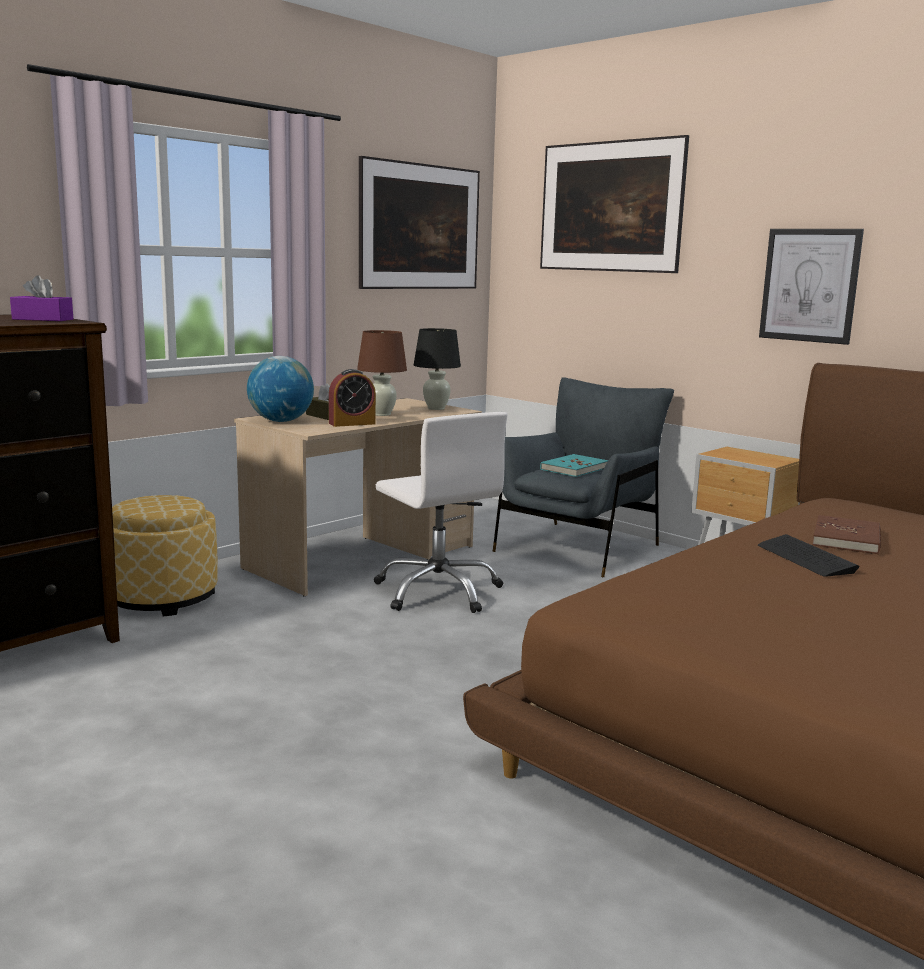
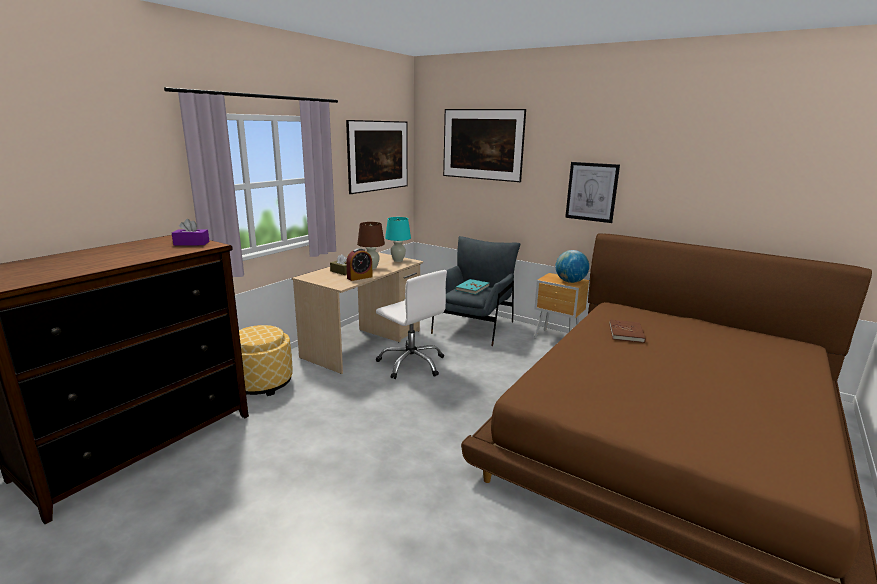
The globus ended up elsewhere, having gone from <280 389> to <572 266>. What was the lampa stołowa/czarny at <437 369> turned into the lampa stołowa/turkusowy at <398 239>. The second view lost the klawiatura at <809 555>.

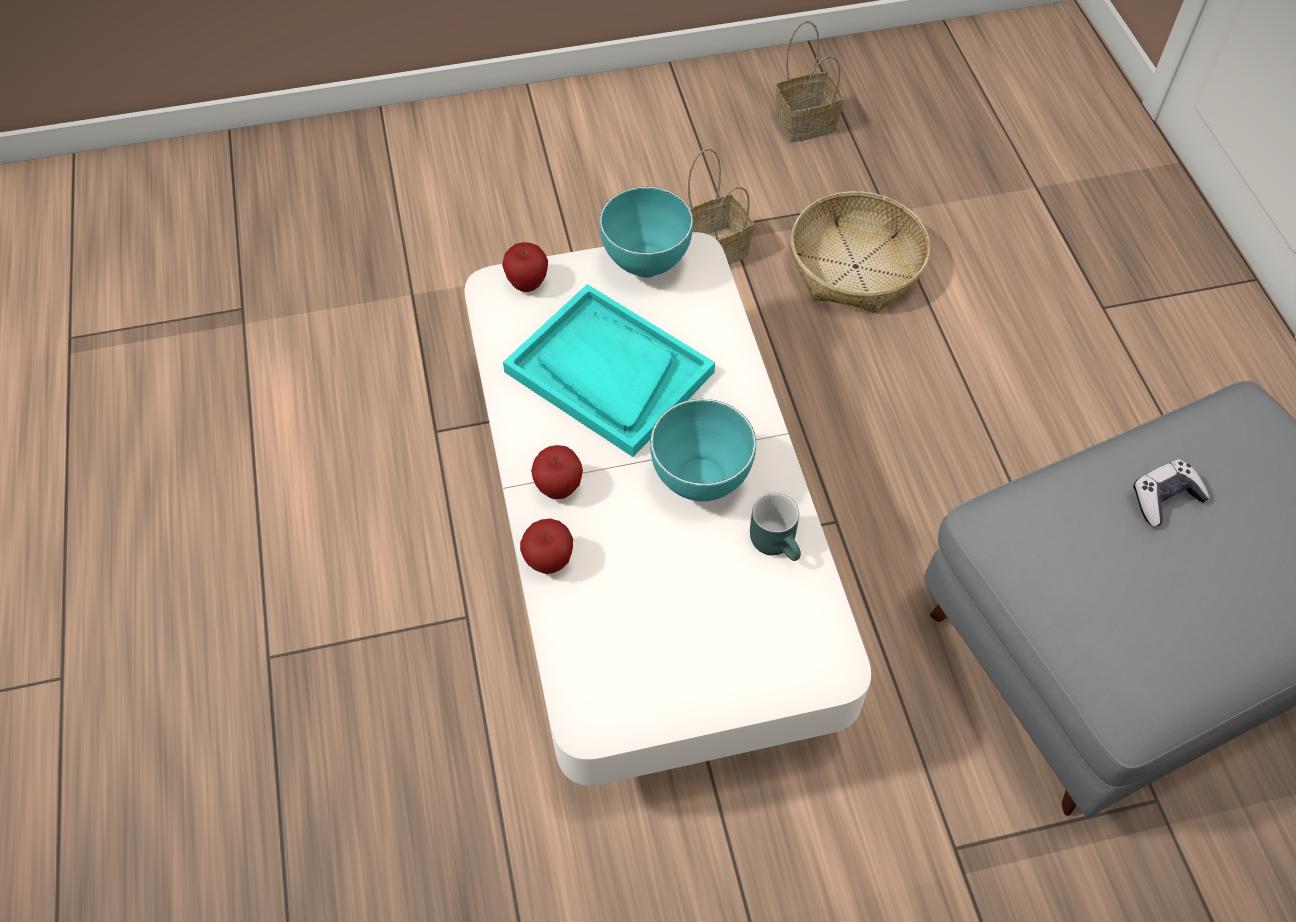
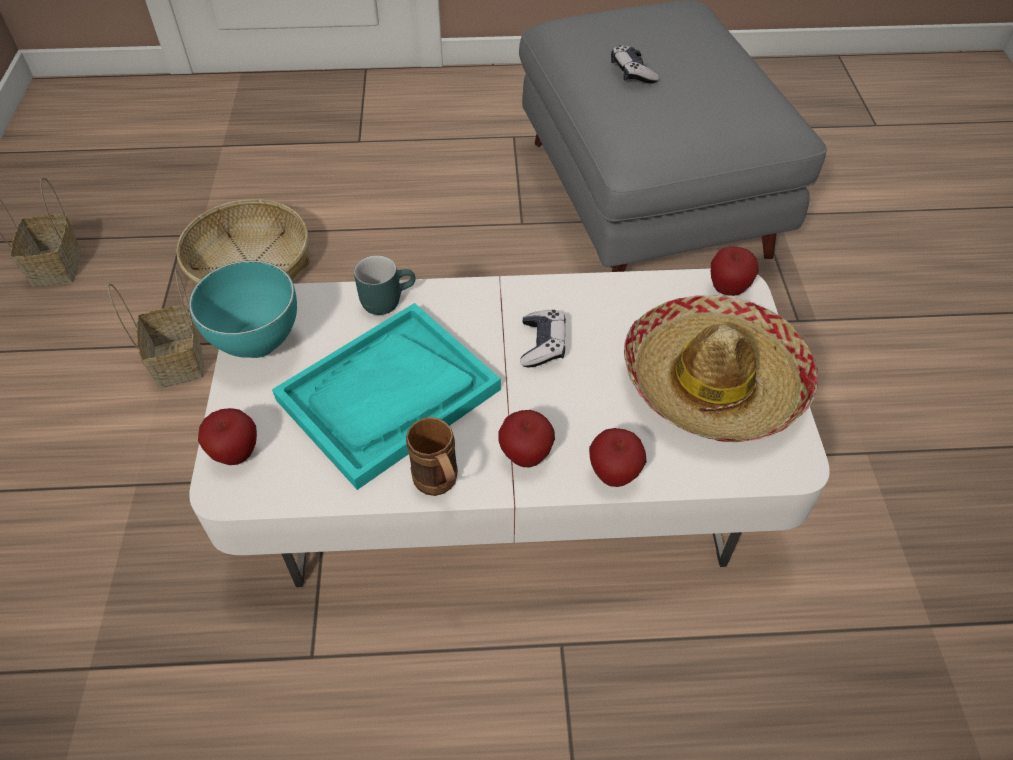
Where the miska/turkusowy stood at <703 450>, the pad do gier came to stand at <543 339>. The kubek/turkusowy ended up elsewhere, having gone from <775 527> to <384 285>. The second view gained the kubek/brązowy at <432 456>. The second view gained the kapelusz at <721 368>. The second view gained the jabłko at <735 271>.

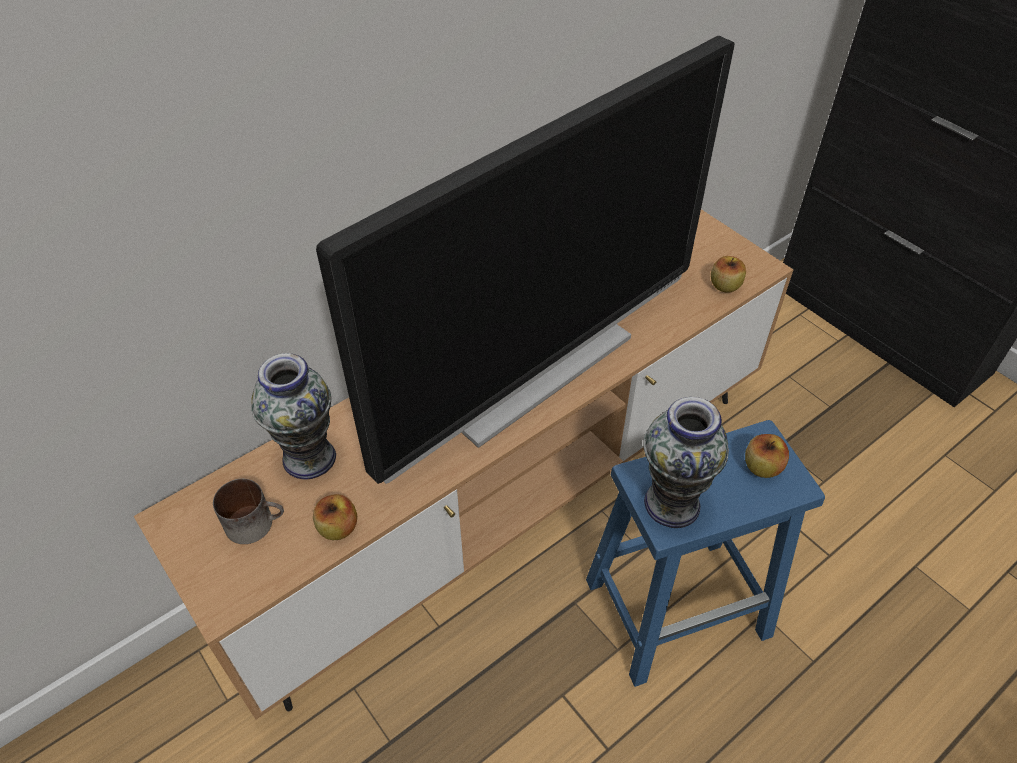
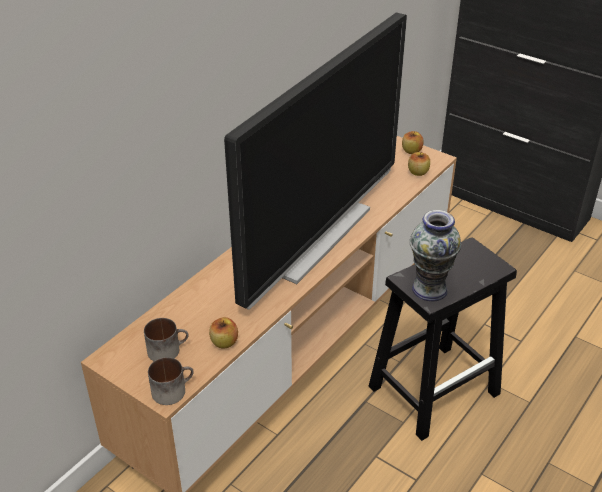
The second view lost the wazon at <293 416>. What was the stołek/niebieski at <705 553> turned into the stołek/czarny at <443 339>. The jabłko ended up elsewhere, having gone from <767 456> to <412 142>. The second view gained the kubek at <171 381>.

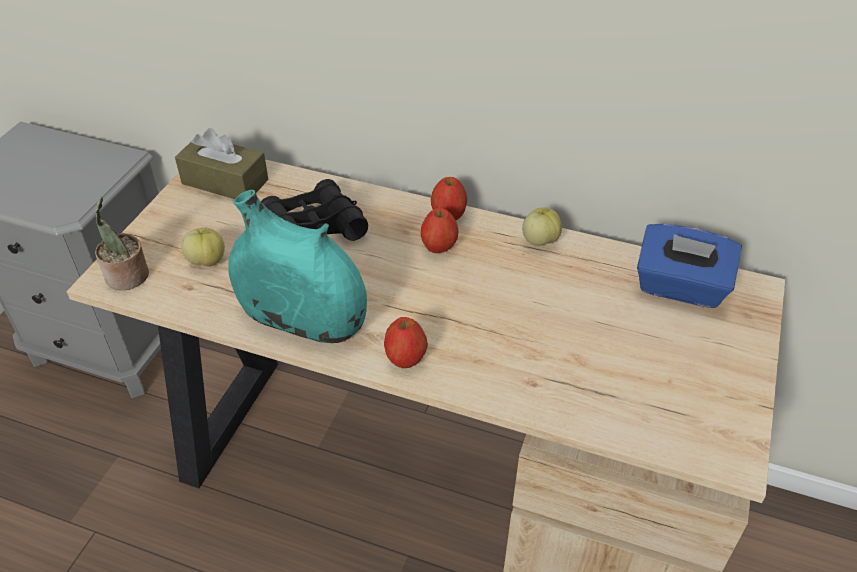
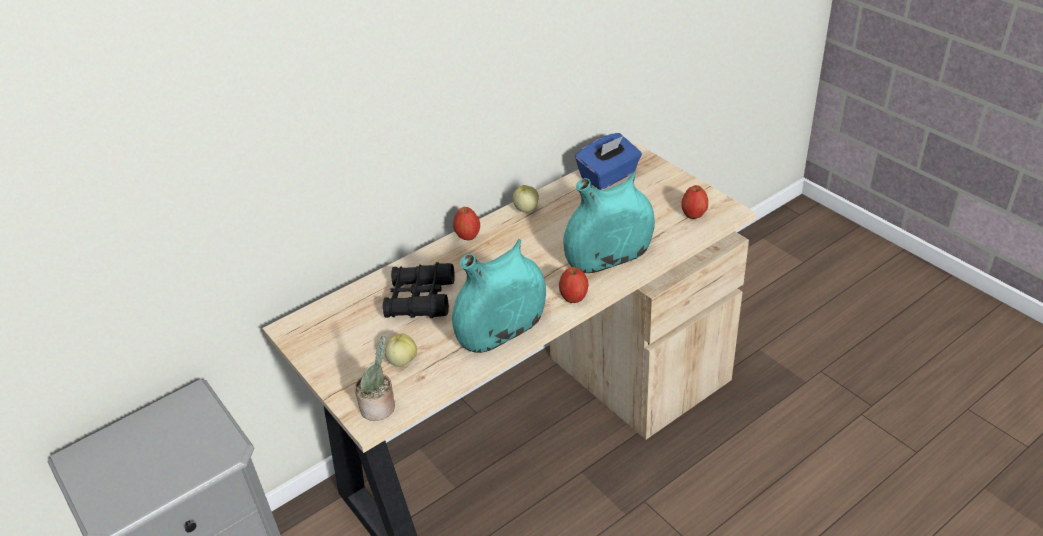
The second view lost the pudełko chusteczek/brązowy at <222 163>. The jabłko ended up elsewhere, having gone from <440 230> to <694 202>. The second view gained the wazon/turkusowy at <609 222>.

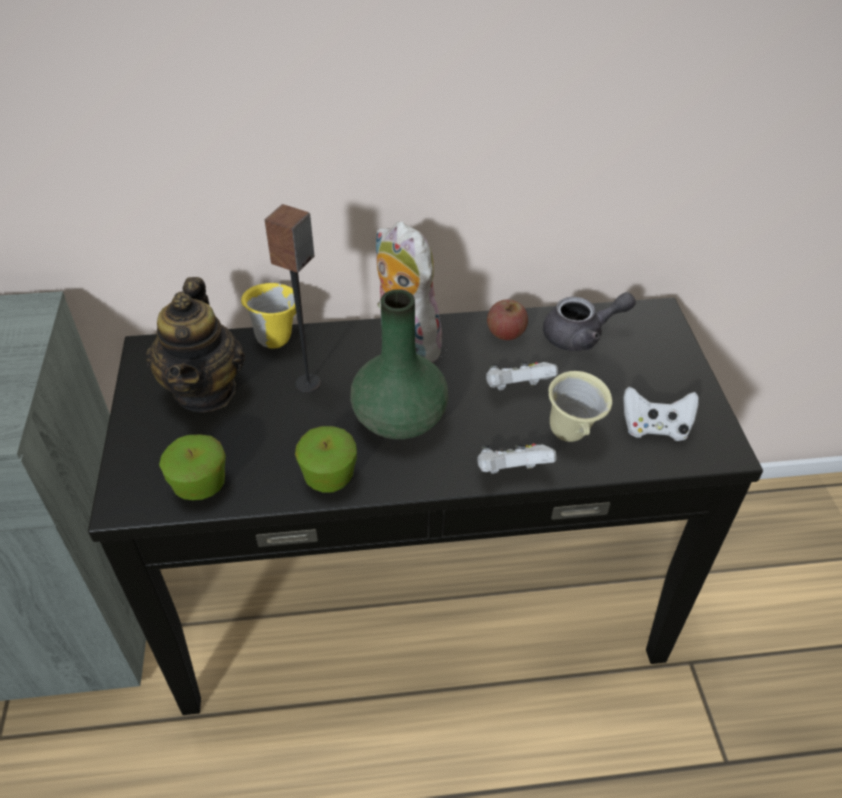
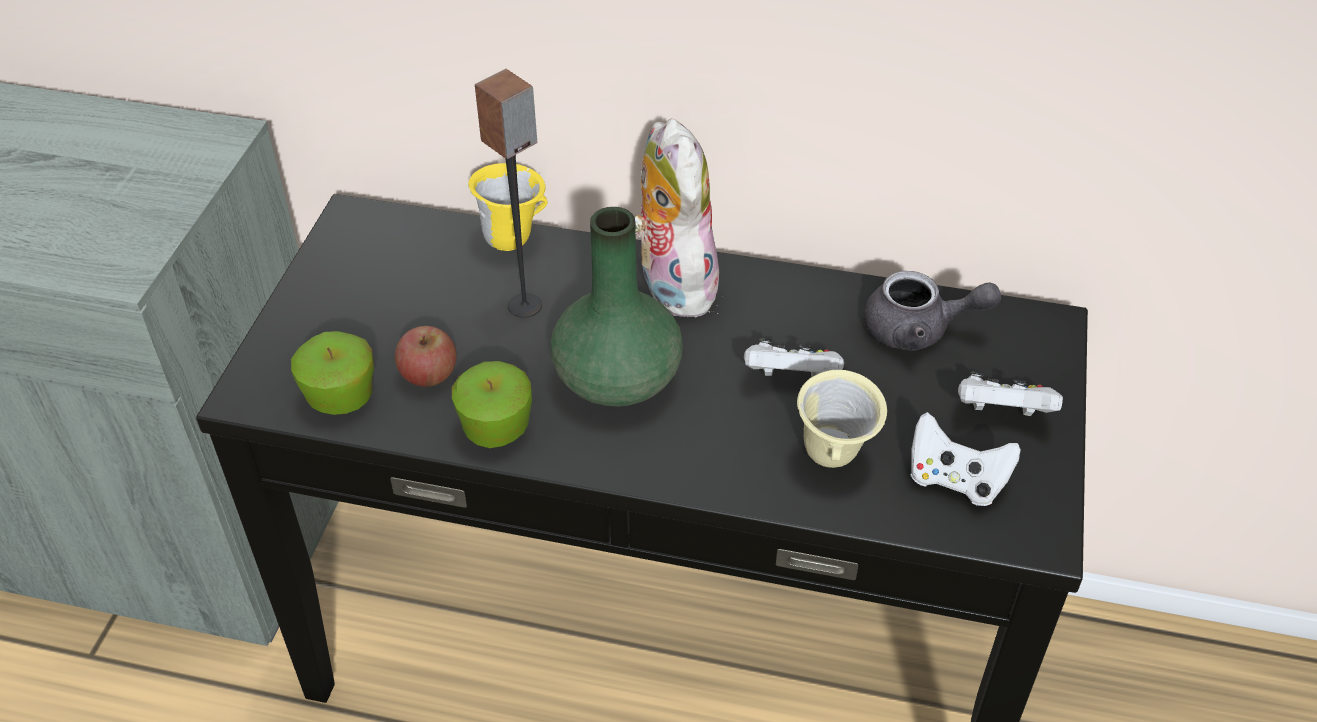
The second view lost the imbryk at <195 344>. The pad do gier/biały ended up elsewhere, having gone from <516 458> to <1010 393>. The jabłko ended up elsewhere, having gone from <507 319> to <426 356>.

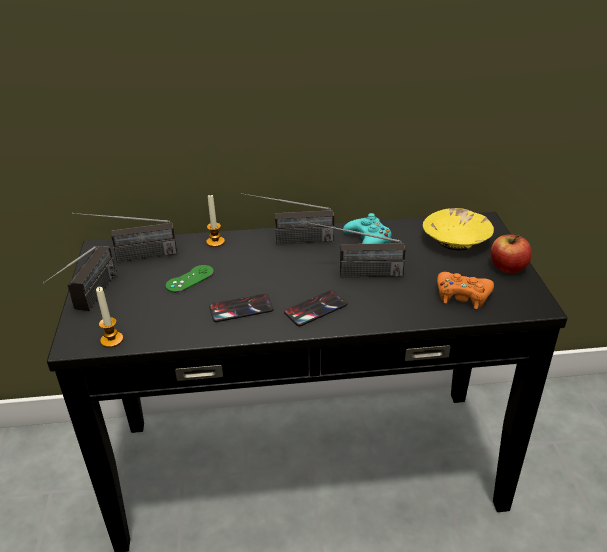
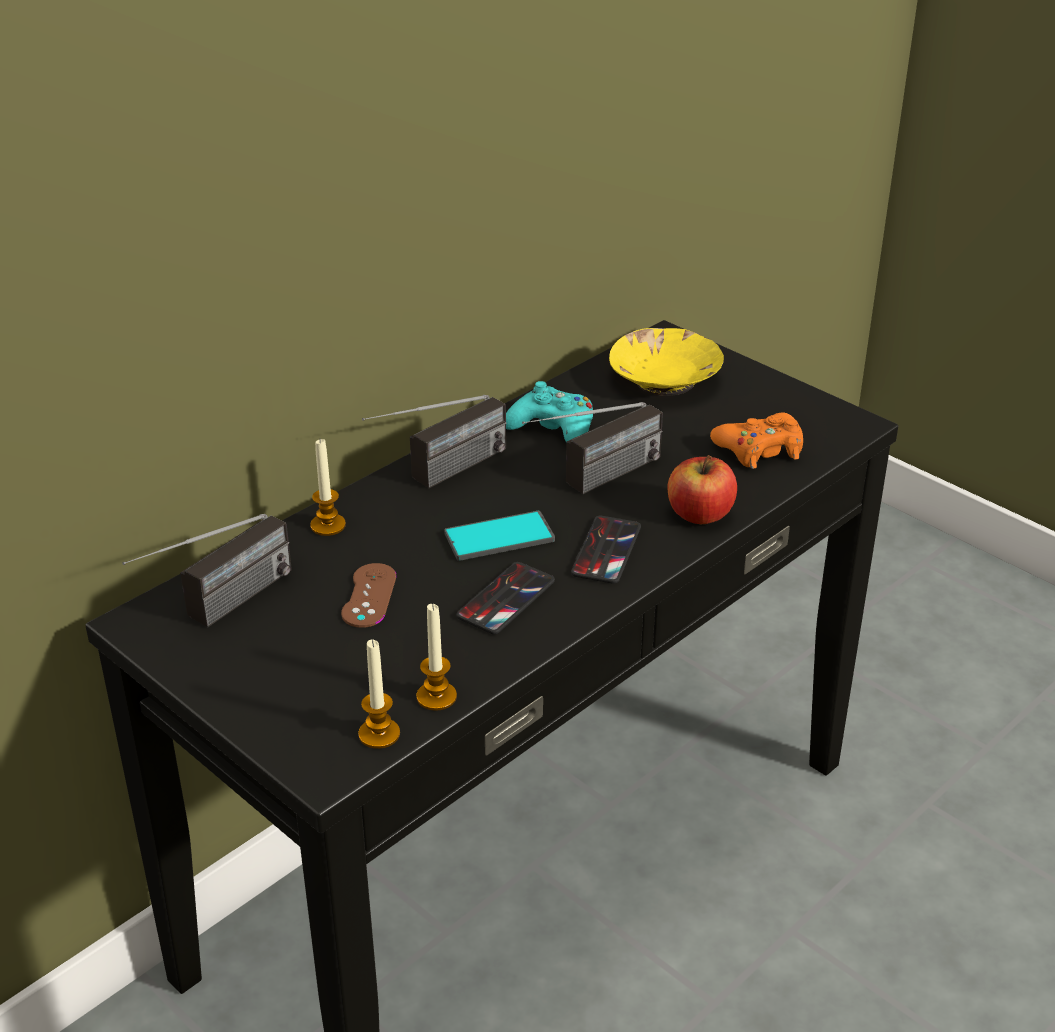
The second view lost the radio at <80 278>. What was the pad do gier/zielony at <190 279> turned into the pad do gier/brązowy at <368 595>. The jabłko ended up elsewhere, having gone from <511 253> to <702 489>. The second view gained the świeca at <437 657>. The second view gained the telefon at <499 536>.

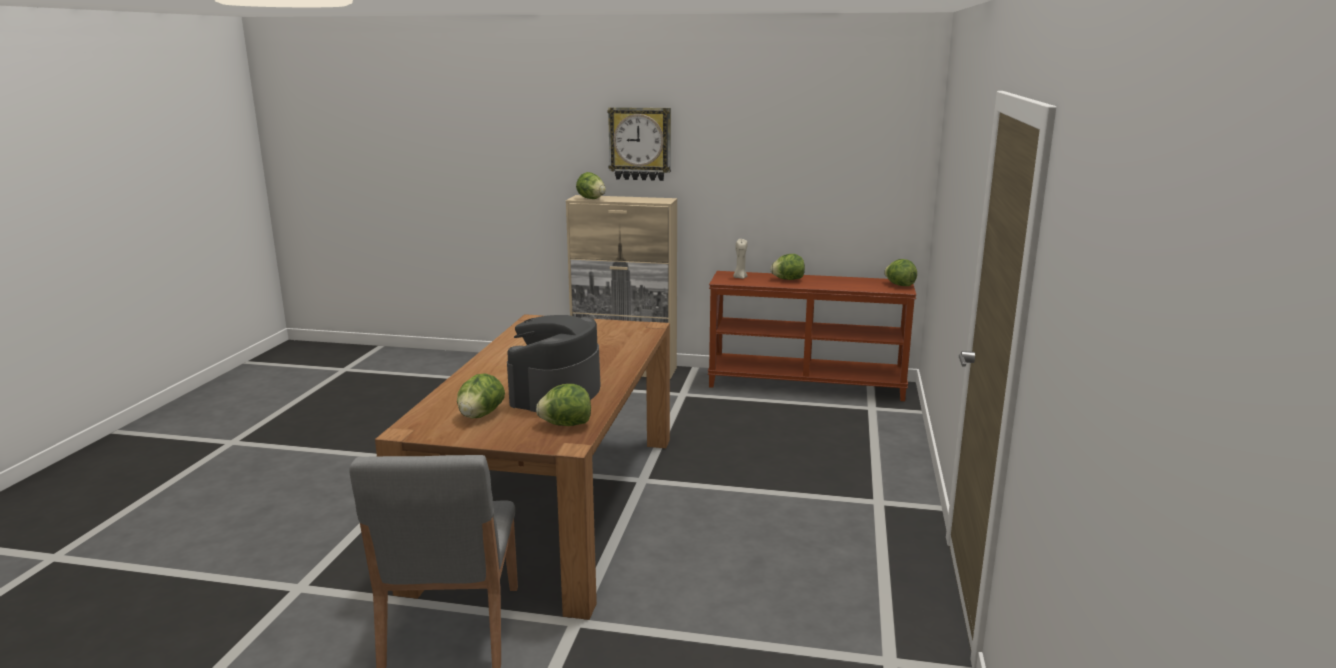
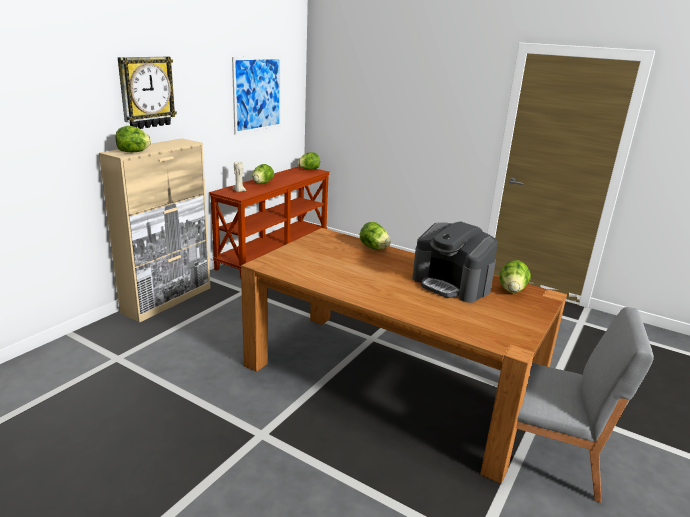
The sałata ended up elsewhere, having gone from <481 396> to <375 236>. The second view gained the obraz at <256 95>.

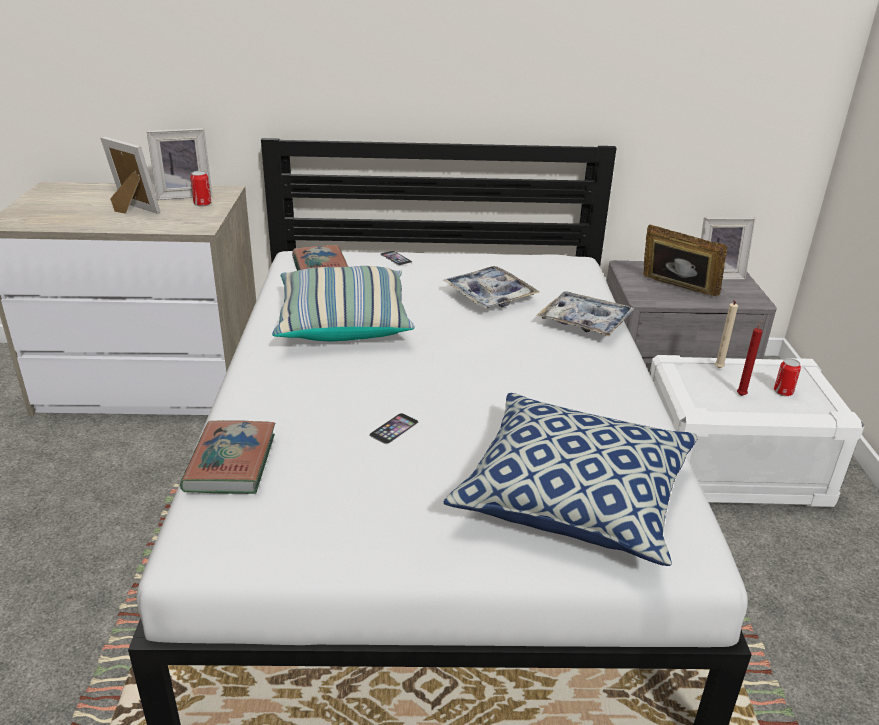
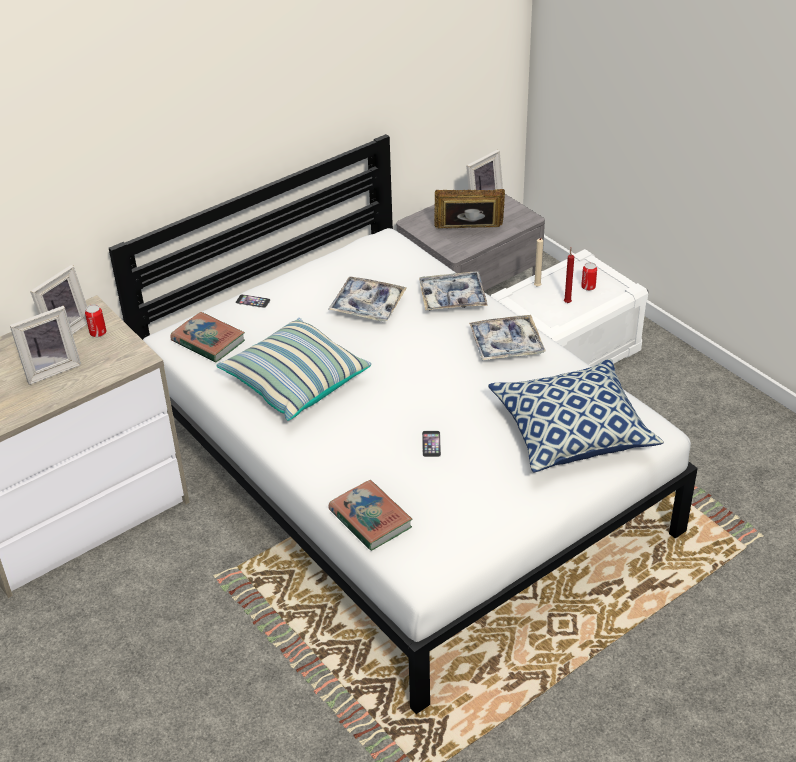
The ramka na zdjęcie at <130 175> ended up facing another way, 150 degrees clockwise from before. The second view gained the taca at <507 338>.

